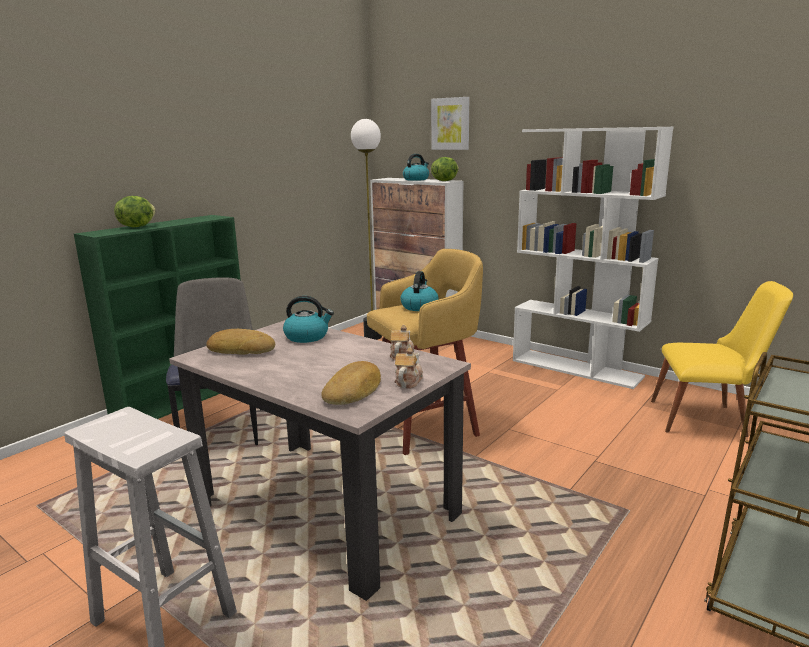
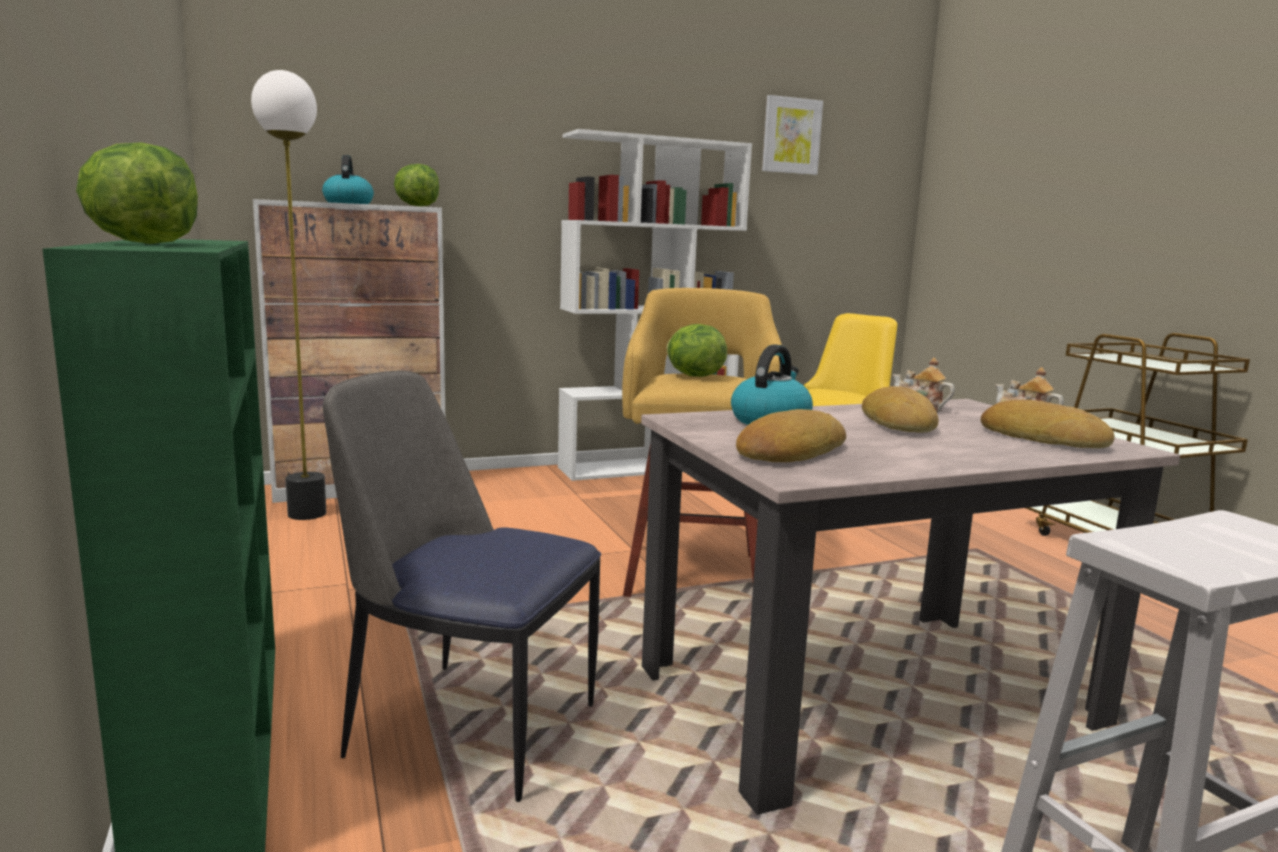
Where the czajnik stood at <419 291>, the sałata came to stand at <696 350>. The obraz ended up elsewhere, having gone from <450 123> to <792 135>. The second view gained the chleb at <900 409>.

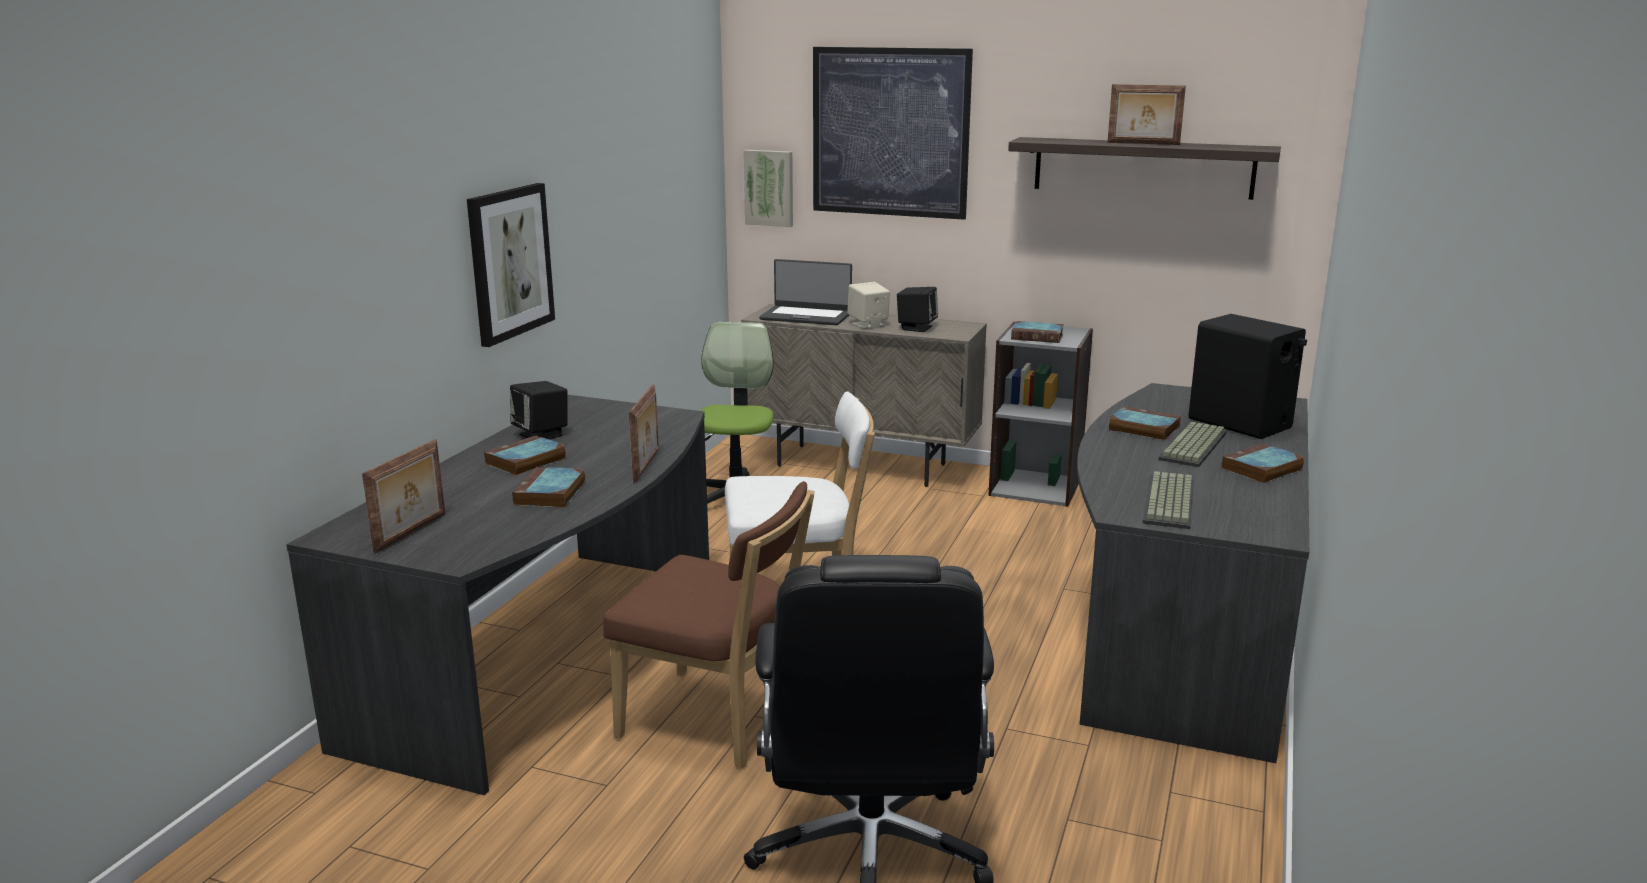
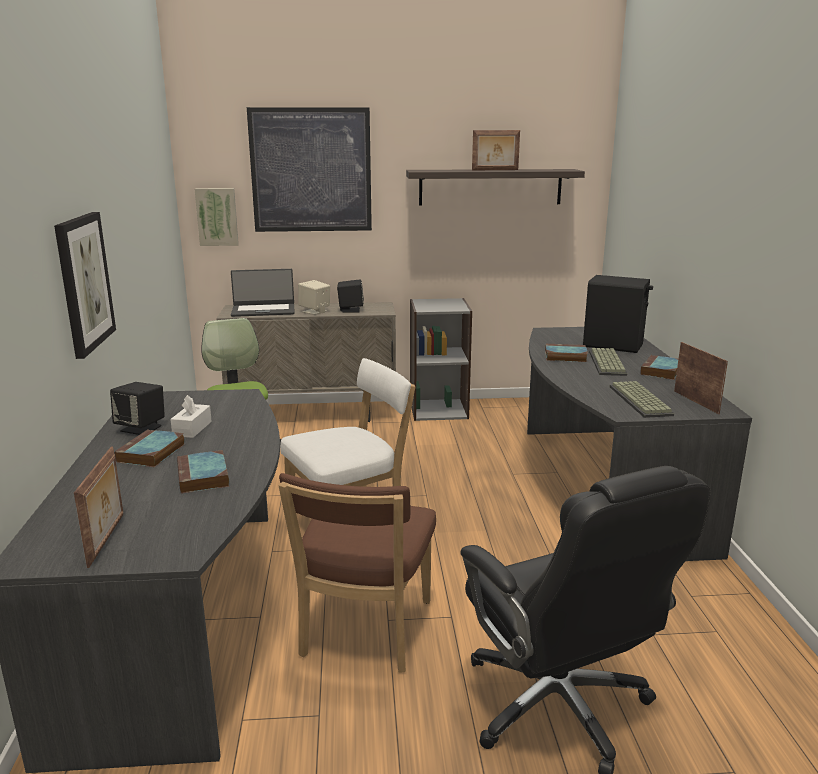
The krzesło/brązowy at <709 624> ended up facing another way, 105 degrees clockwise from before. The ramka na zdjęcie ended up elsewhere, having gone from <644 433> to <701 378>. The second view lost the książka at <1037 332>. The second view gained the pudełko chusteczek/biały at <191 416>.

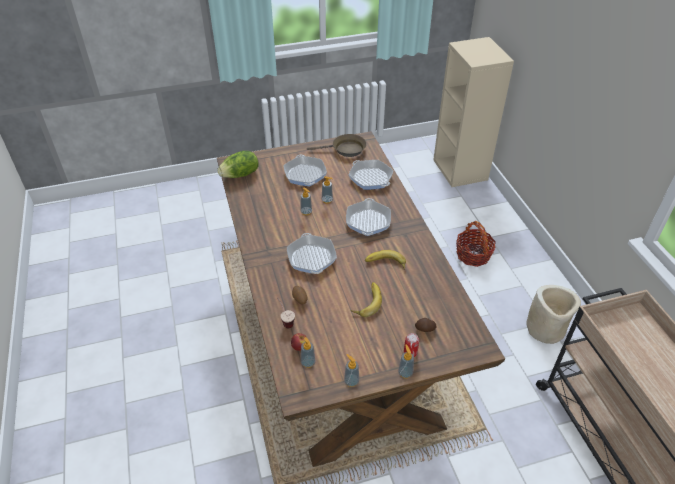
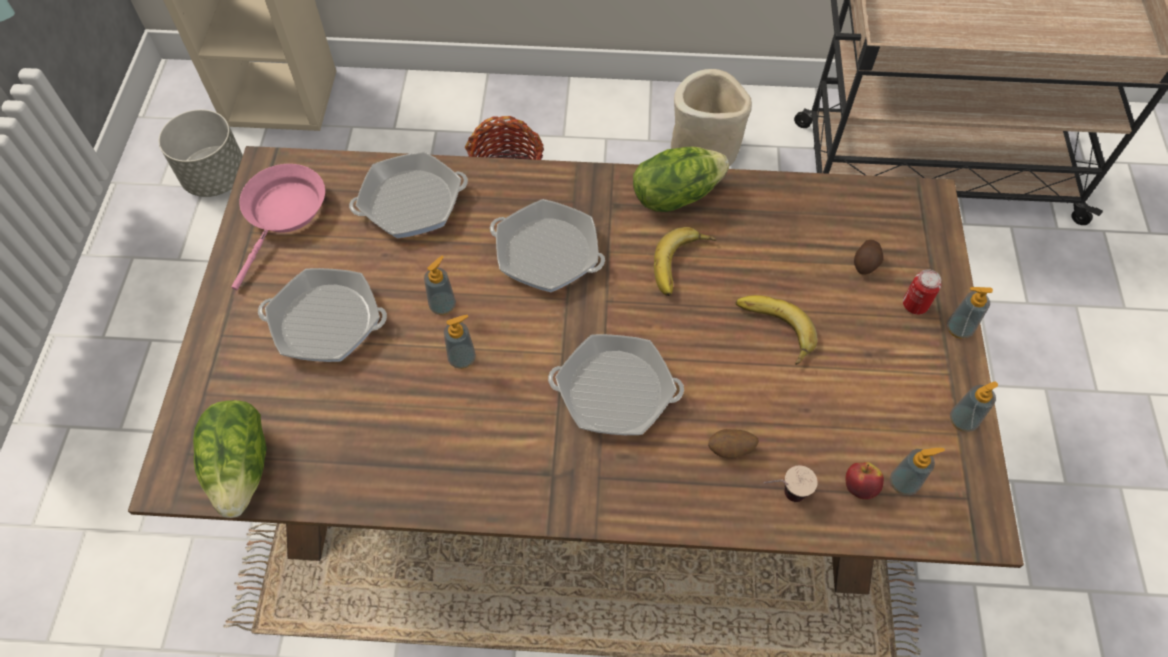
What was the patelnia/brązowy at <336 145> turned into the patelnia/różowy at <278 227>. The second view gained the donica/szary at <201 153>. The second view gained the sałata at <681 179>.

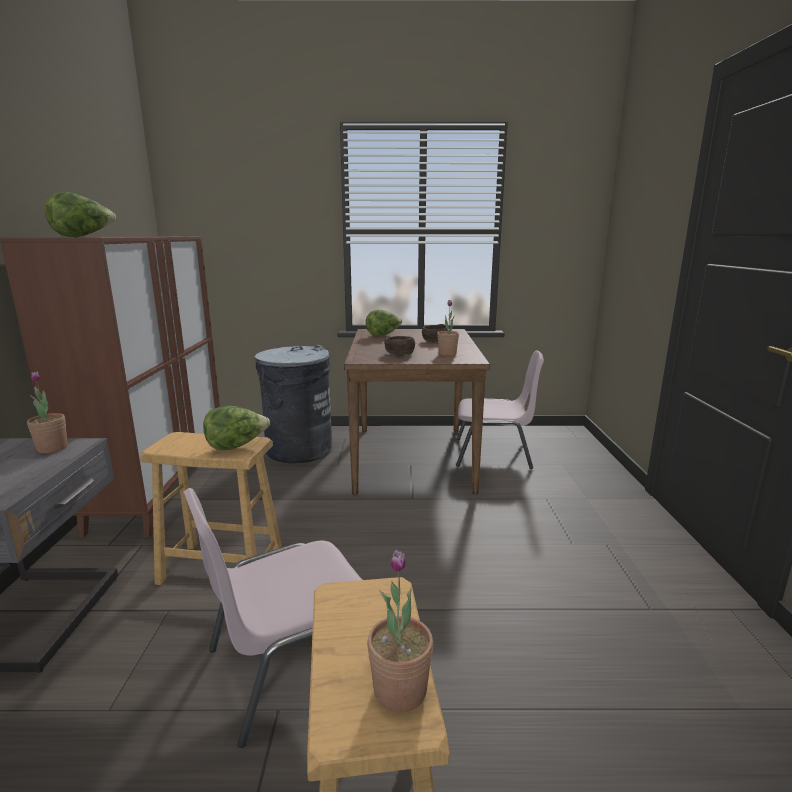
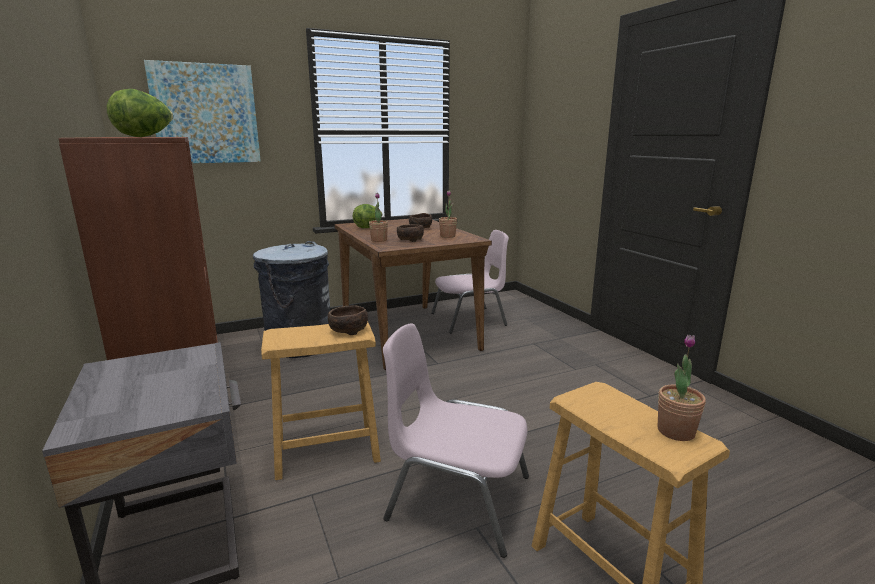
The roślina doniczkowa ended up elsewhere, having gone from <47 412> to <378 217>. The krzesło/różowy at <272 618> ended up facing another way, 75 degrees clockwise from before. Where the sałata stood at <236 428>, the miska/brązowy came to stand at <348 320>. The second view gained the obraz at <202 111>.

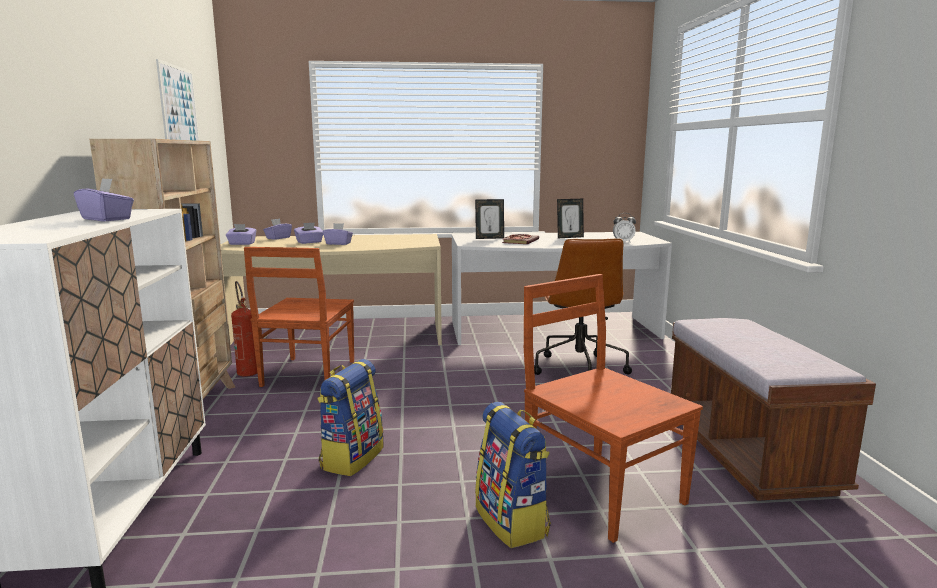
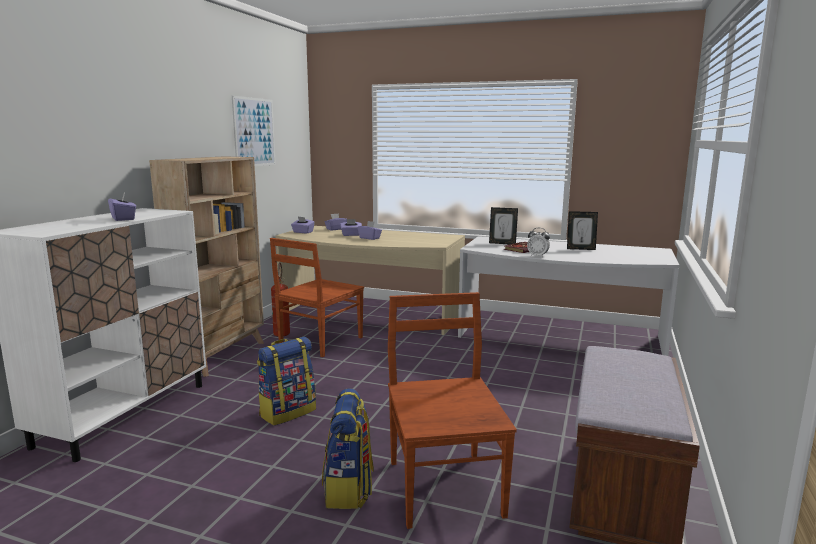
The second view lost the krzesło biurowe/brązowy at <583 307>. The budzik ended up elsewhere, having gone from <624 228> to <538 242>.

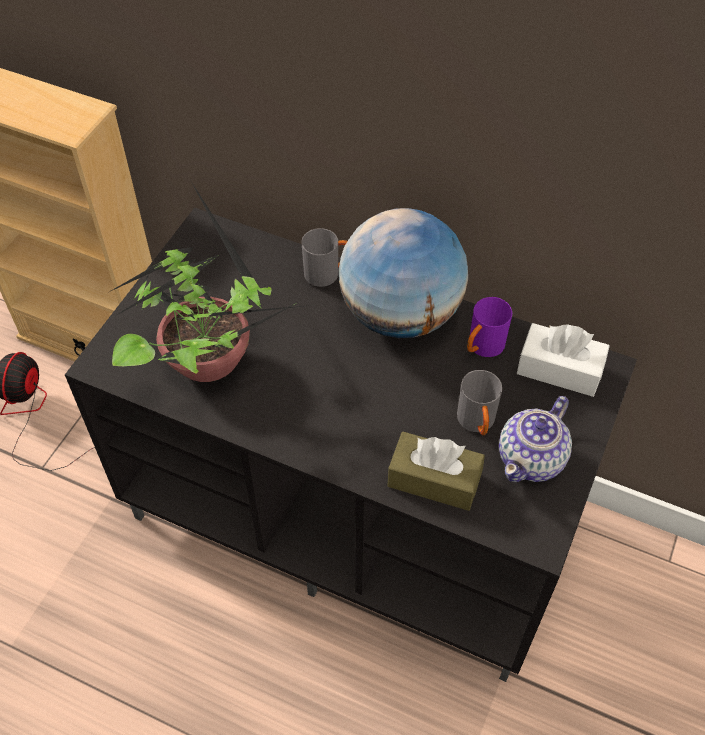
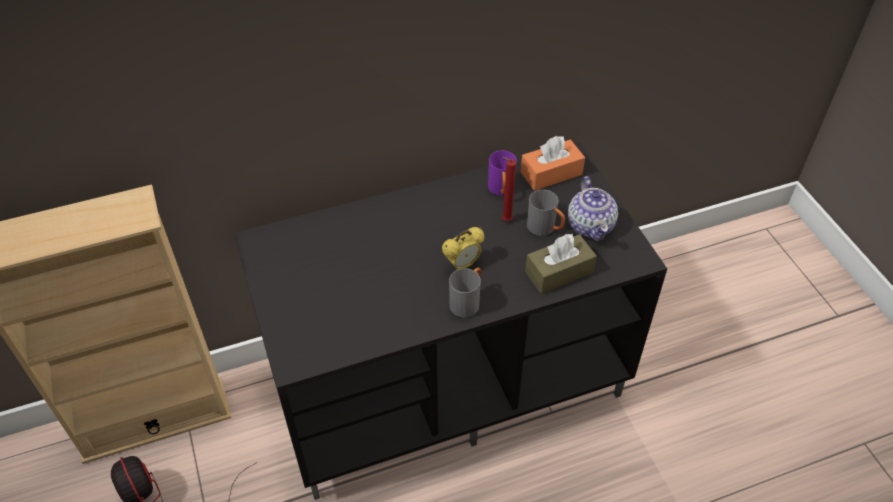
The second view lost the roślina doniczkowa at <211 282>. The kubek/szary ended up elsewhere, having gone from <324 257> to <465 292>. The second view lost the globus at <403 273>. What was the pudełko chusteczek/biały at <563 360> turned into the pudełko chusteczek/pomarańczowy at <553 163>. The second view gained the budzik at <463 248>. The second view gained the świeca/czerwony at <509 189>.

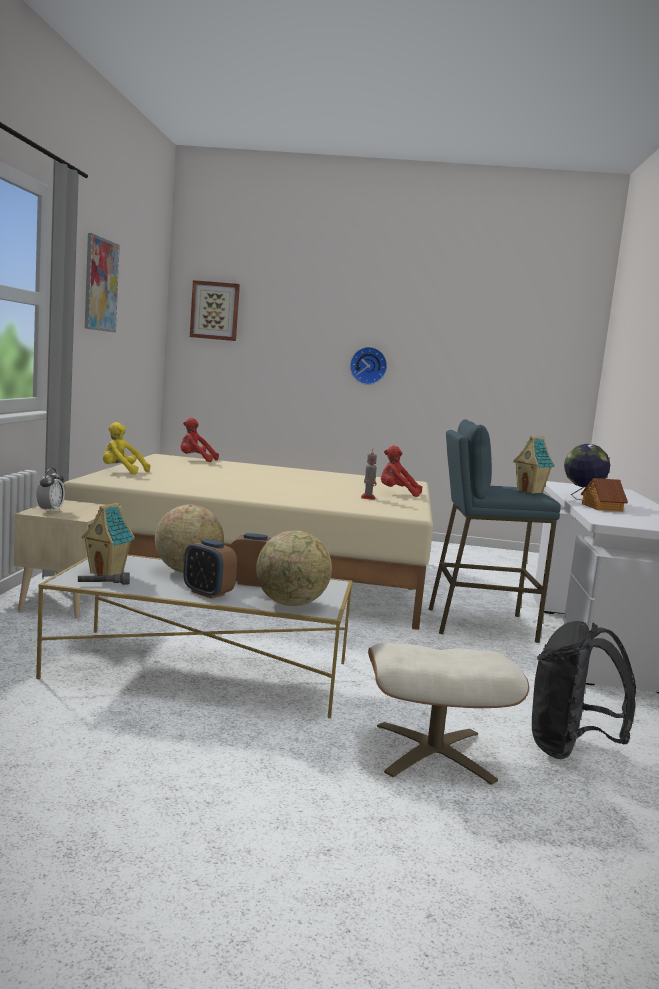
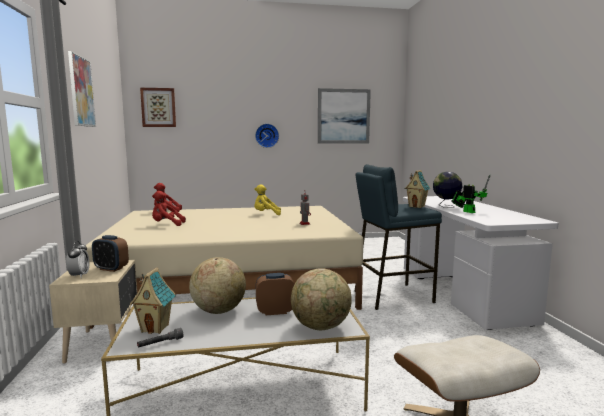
The pluszak/żółty ended up elsewhere, having gone from <126 448> to <267 199>. The budzik ended up elsewhere, having gone from <210 569> to <110 253>. The pluszak/czerwony ended up elsewhere, having gone from <401 471> to <169 208>. The second view lost the plecak/czarny at <584 690>. Where the domek stood at <604 495>, the robot zabawkowy came to stand at <470 194>. The second view gained the obraz at <344 116>.

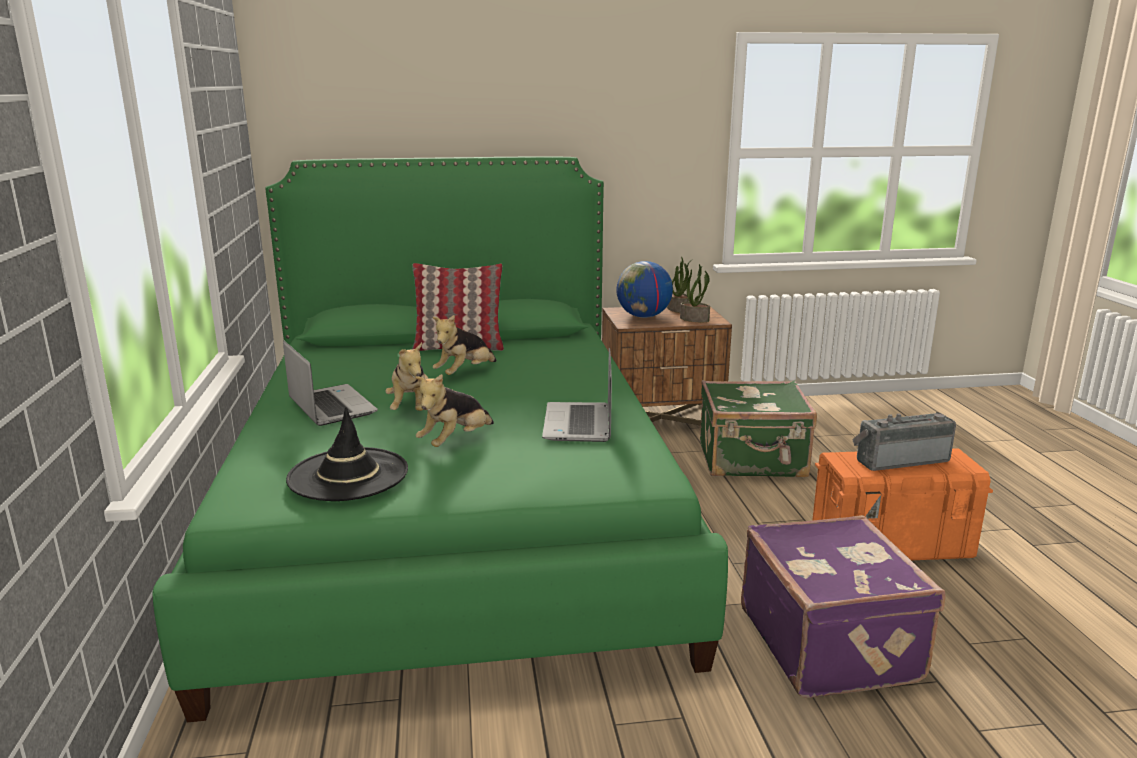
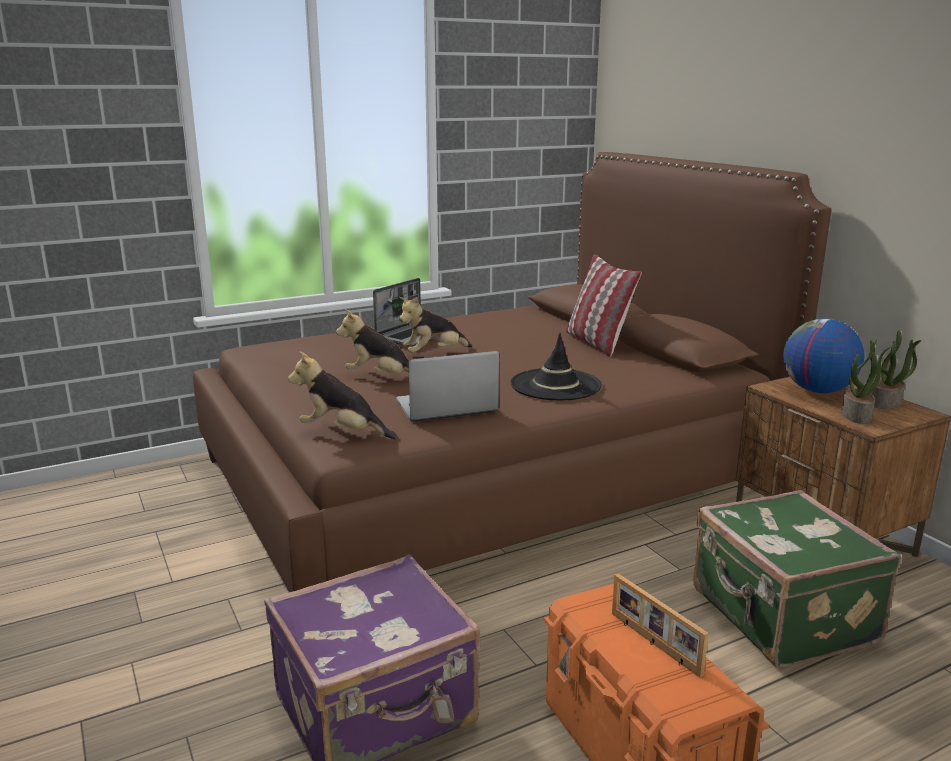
What was the łóżko/zielony at <440 439> turned into the łóżko/brązowy at <512 372>. The kapelusz/czarny ended up elsewhere, having gone from <347 454> to <556 366>. The pluszak ended up elsewhere, having gone from <464 345> to <342 395>. Where the radio stood at <904 441>, the ramka na zdjęcie came to stand at <660 625>.

